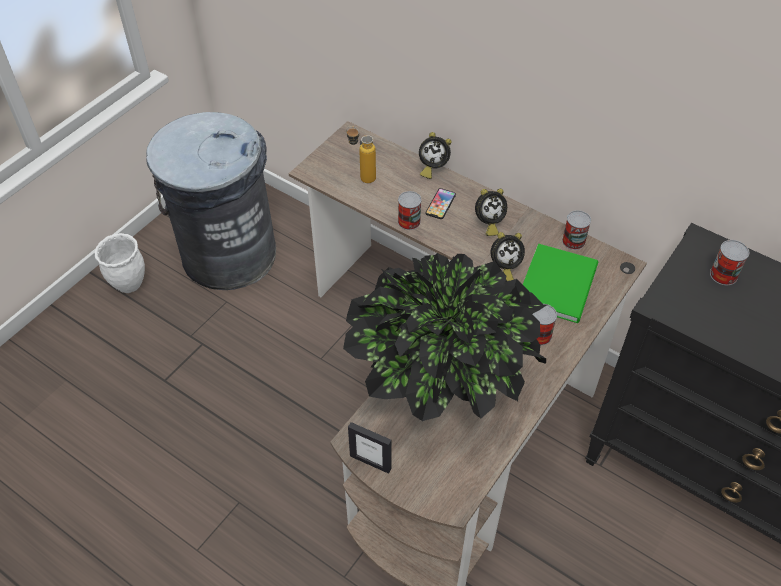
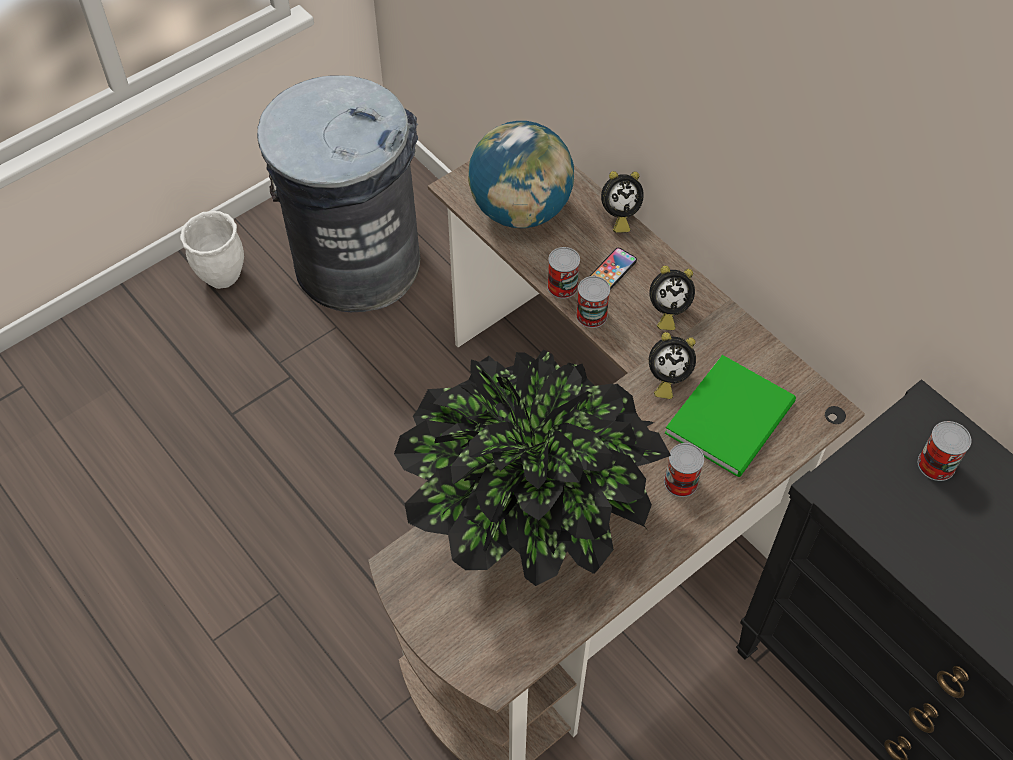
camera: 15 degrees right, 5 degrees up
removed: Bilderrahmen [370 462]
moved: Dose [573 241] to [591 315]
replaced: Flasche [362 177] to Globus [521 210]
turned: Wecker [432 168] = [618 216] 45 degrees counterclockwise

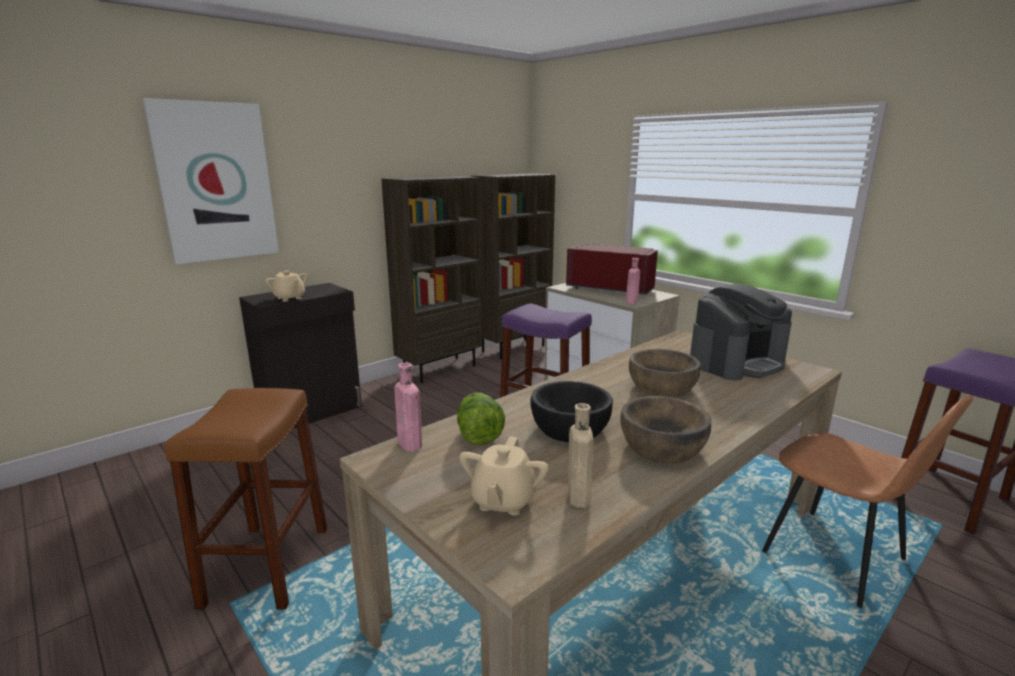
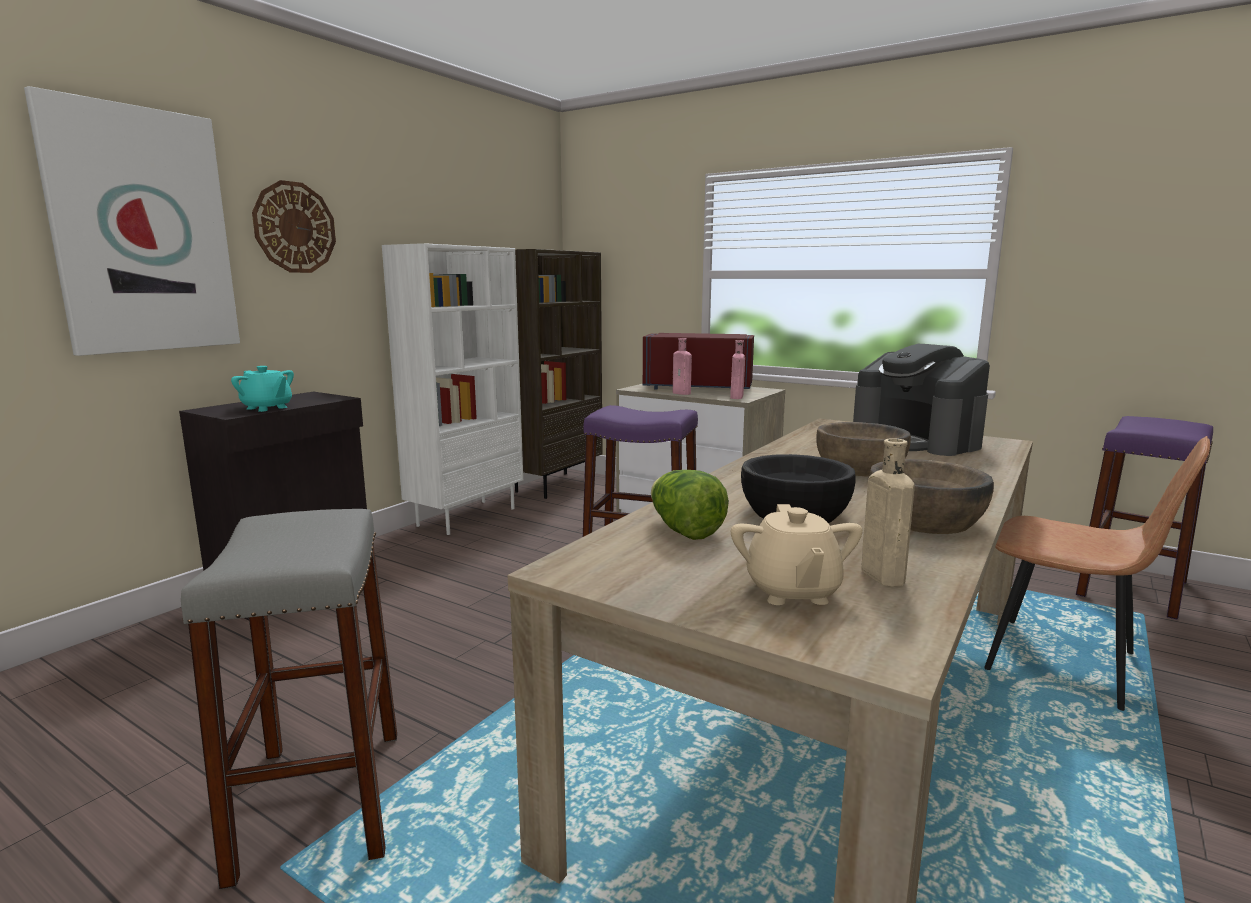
camera: 15 degrees left, 5 degrees down
added: Wanduhr [294 227]
moved: Flasche (rosa) [411 445] to [682 393]
recoloured: Hocker (braun) [267 565] to Hocker (grau) [321 800]; Teekanne (beige) [289 298] to Teekanne (türkis) [267 408]; Bücherregal (braun) [440 369] to Bücherregal (weiß) [466 516]
turned: Kaffeemaschine [736 362] = [916 441] 105 degrees clockwise

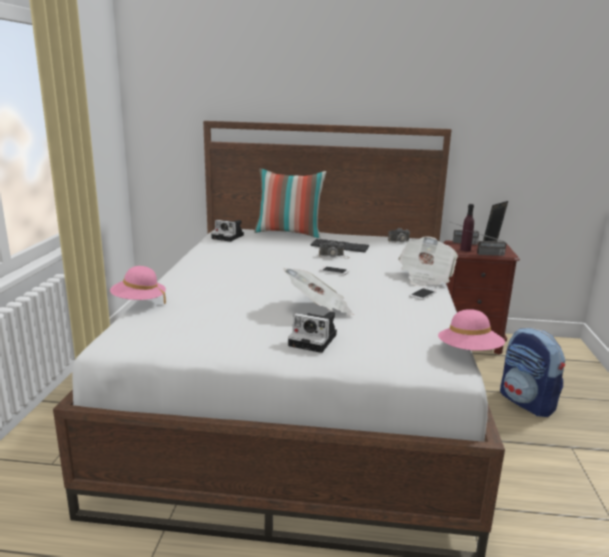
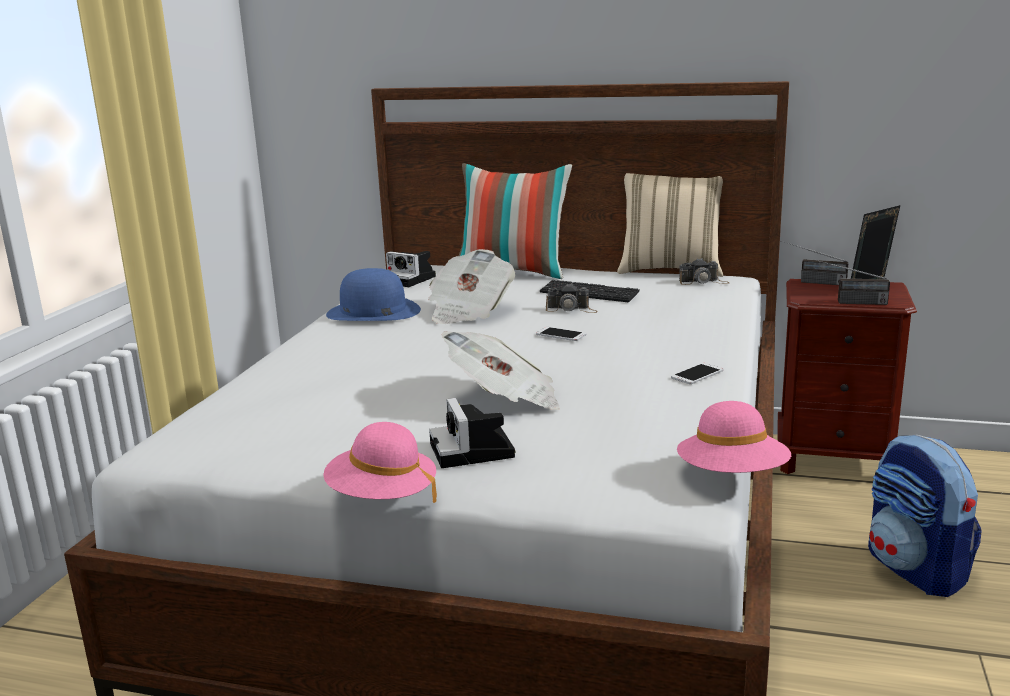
camera: 10 degrees right, 0 degrees up
removed: Flasche (lila) [465 249]
added: Hut (blau) [373 312]; Kissen (beige) [670 270]
moved: Hut (rosa) [139 302] to [382 497]; Zeitung [425 277] to [468 311]
turned: Kamera [315 340] = [474 452] 45 degrees clockwise

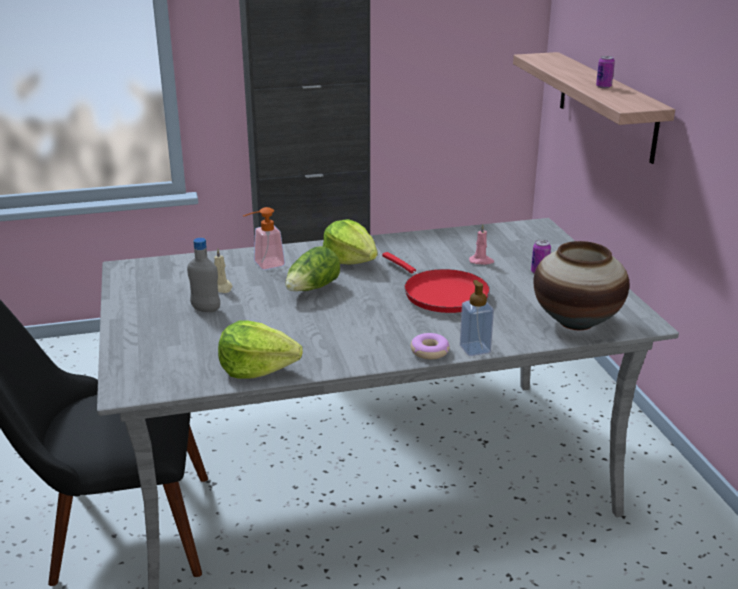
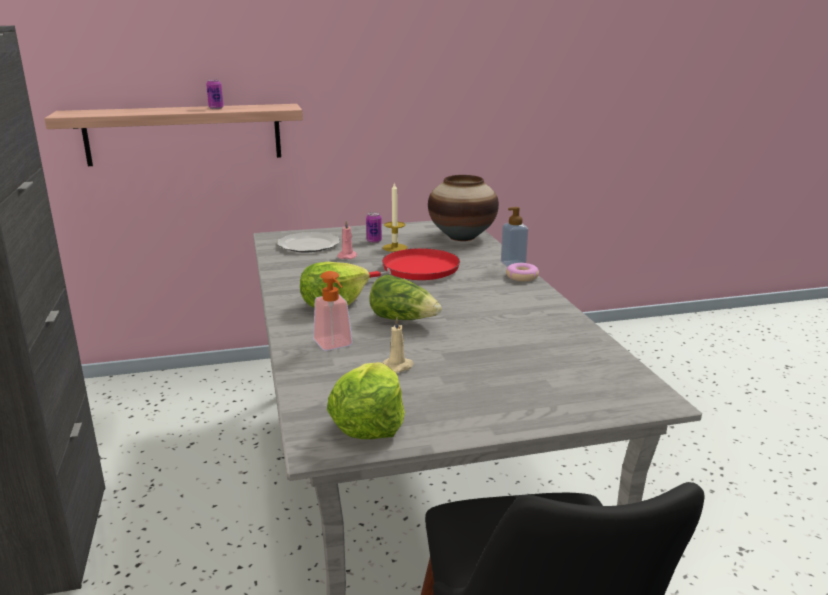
camera: 90 degrees left, 5 degrees down
removed: Flasche (grau) [205 309]
added: Teller [307 245]; Kerze [395 248]
moved: Salatkopf [257 369] to [369 424]

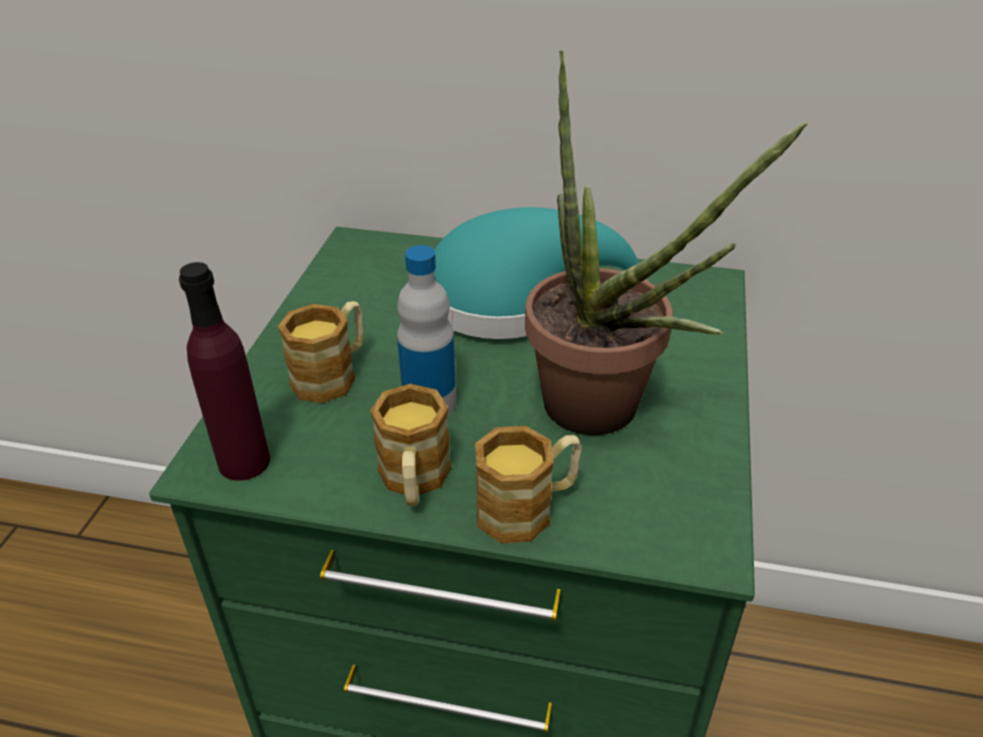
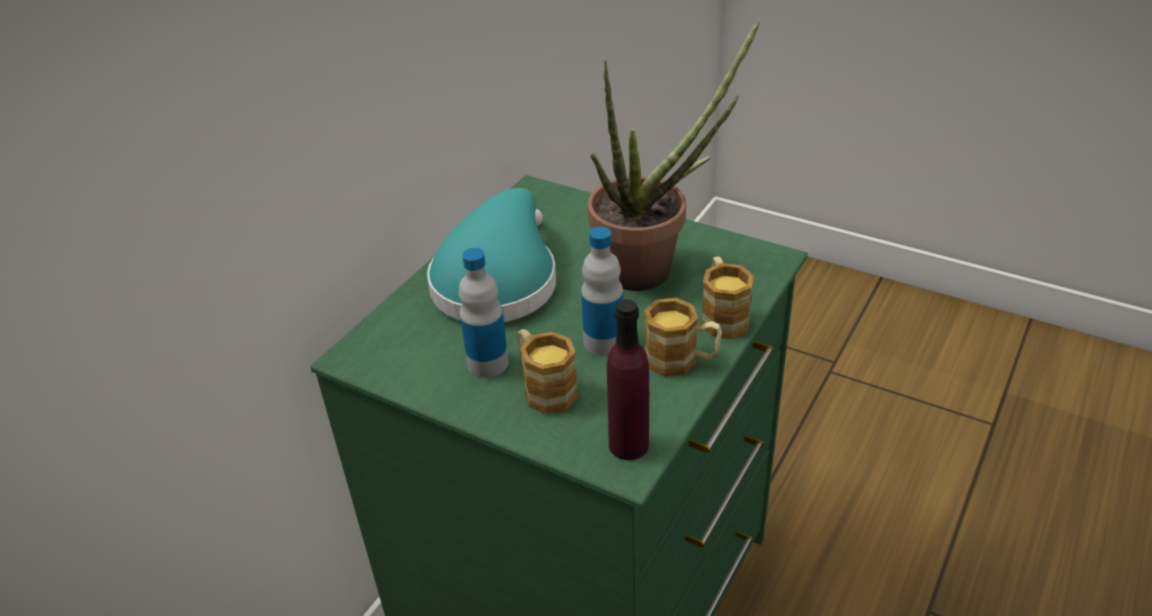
camera: 70 degrees left, 0 degrees up
added: Flasche [488 363]

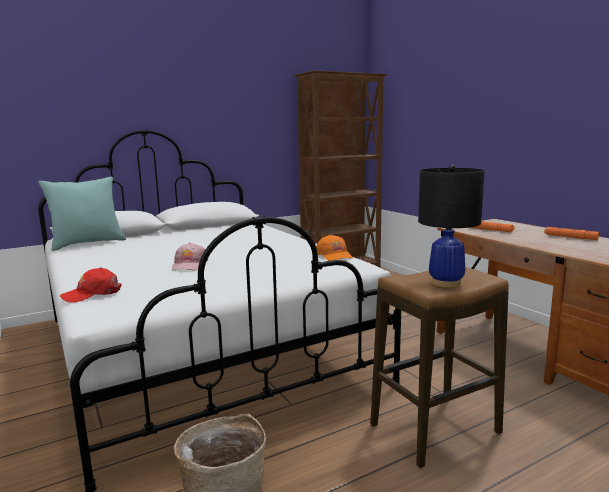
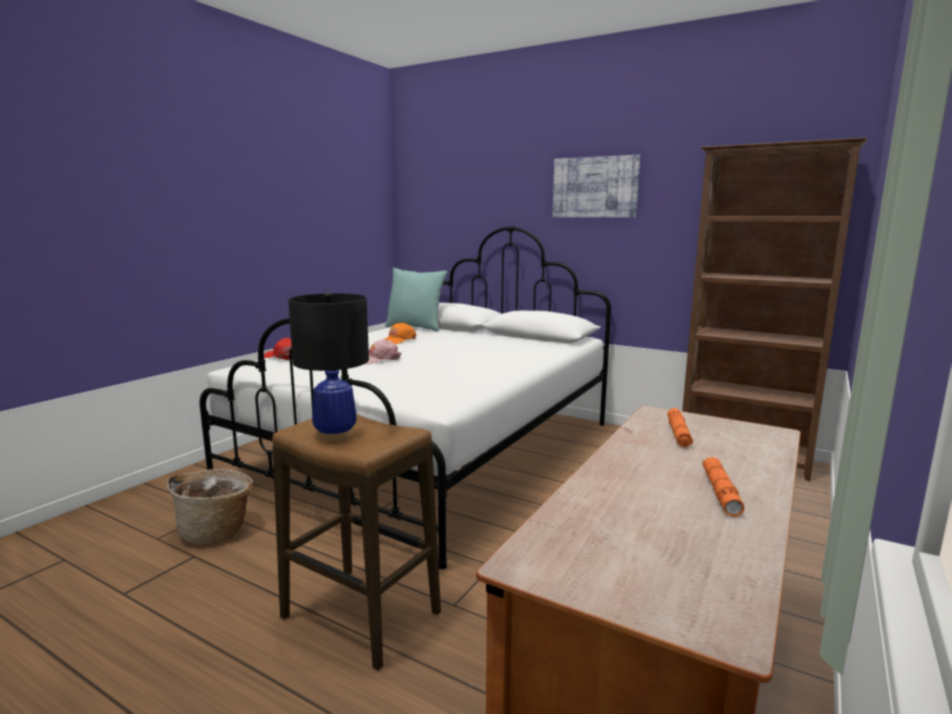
camera: 60 degrees right, 0 degrees up
added: Bild [595 187]
moved: Kappe (orange) [334 255] to [398 340]

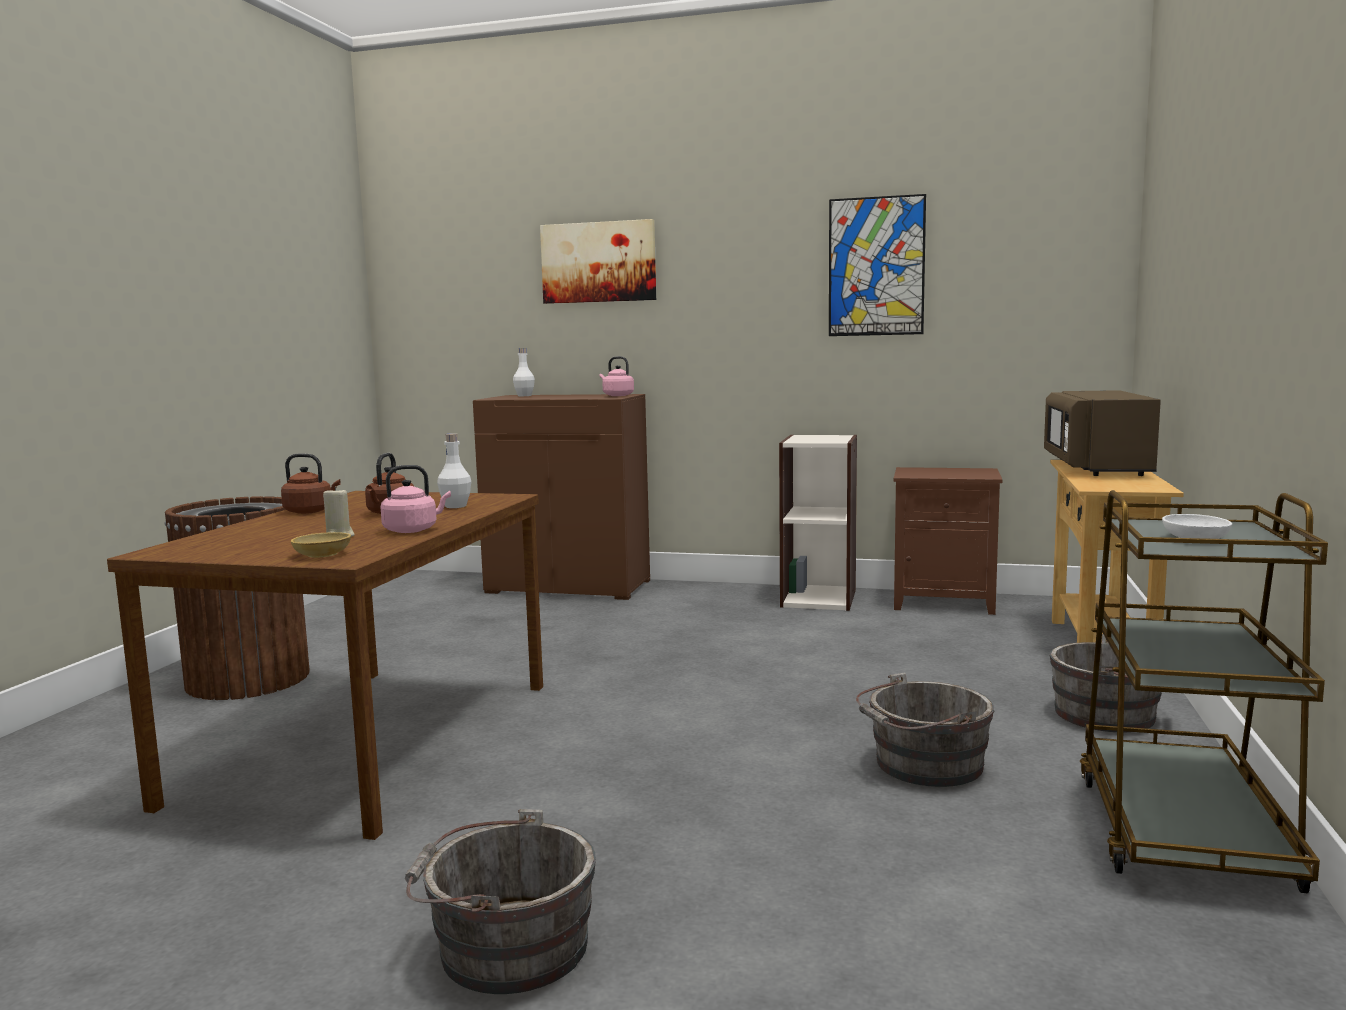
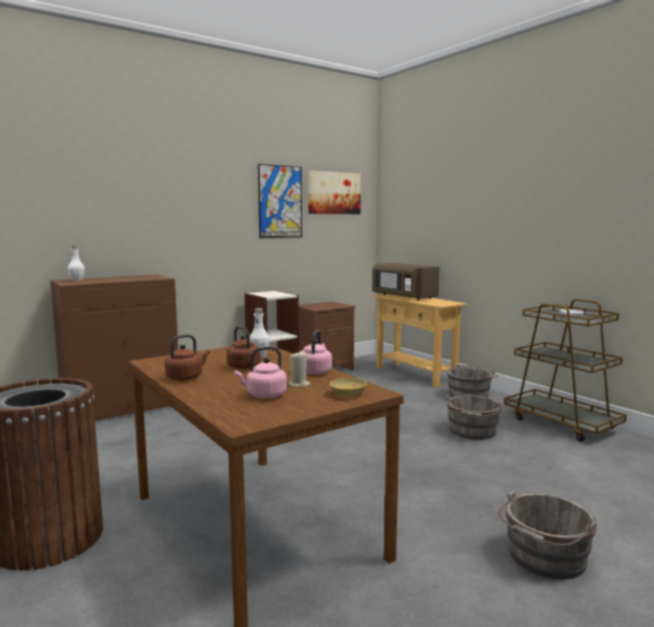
camera: 50 degrees left, 0 degrees up
moved: Bild [599 262] to [334 193]; Wasserkessel (rosa) [617 395] to [264 395]

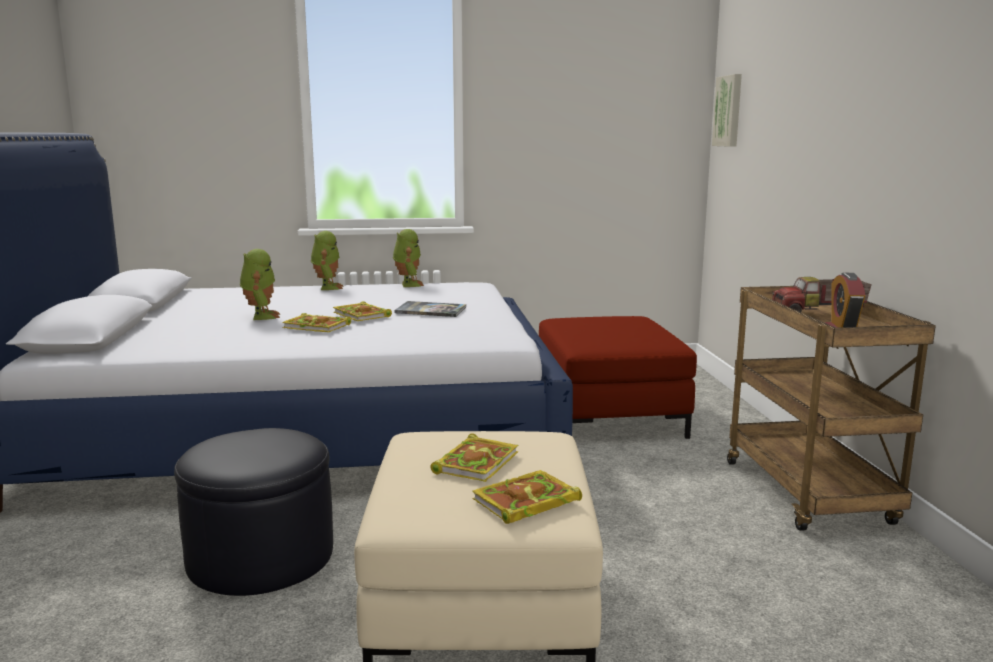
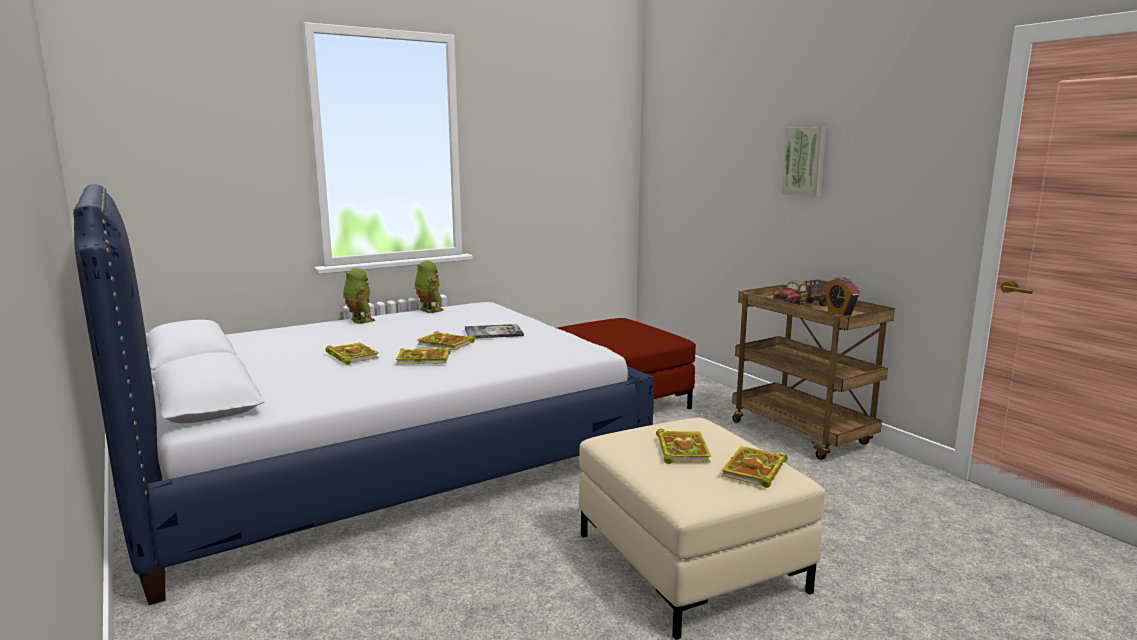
camera: 25 degrees left, 0 degrees up
removed: Polsterhocker (schwarz) [261 557]
moved: Bild [729 111] to [805 161]
replaced: Spielzeugroboter [261 316] to Buch [351 356]

